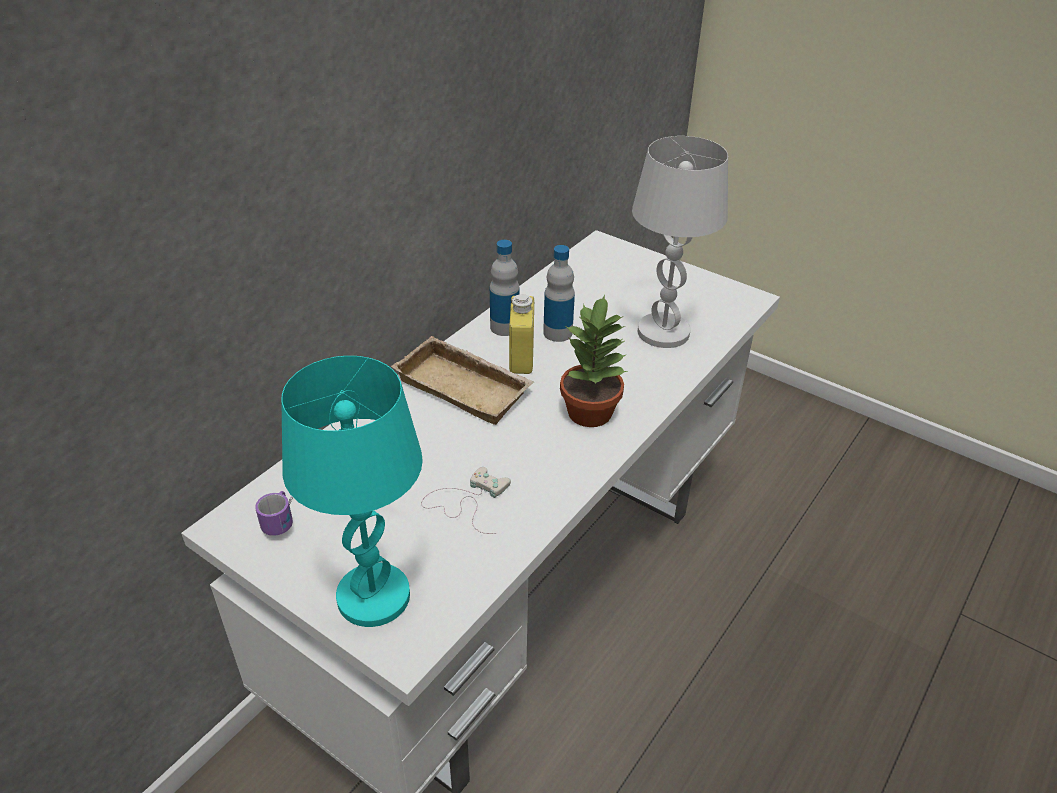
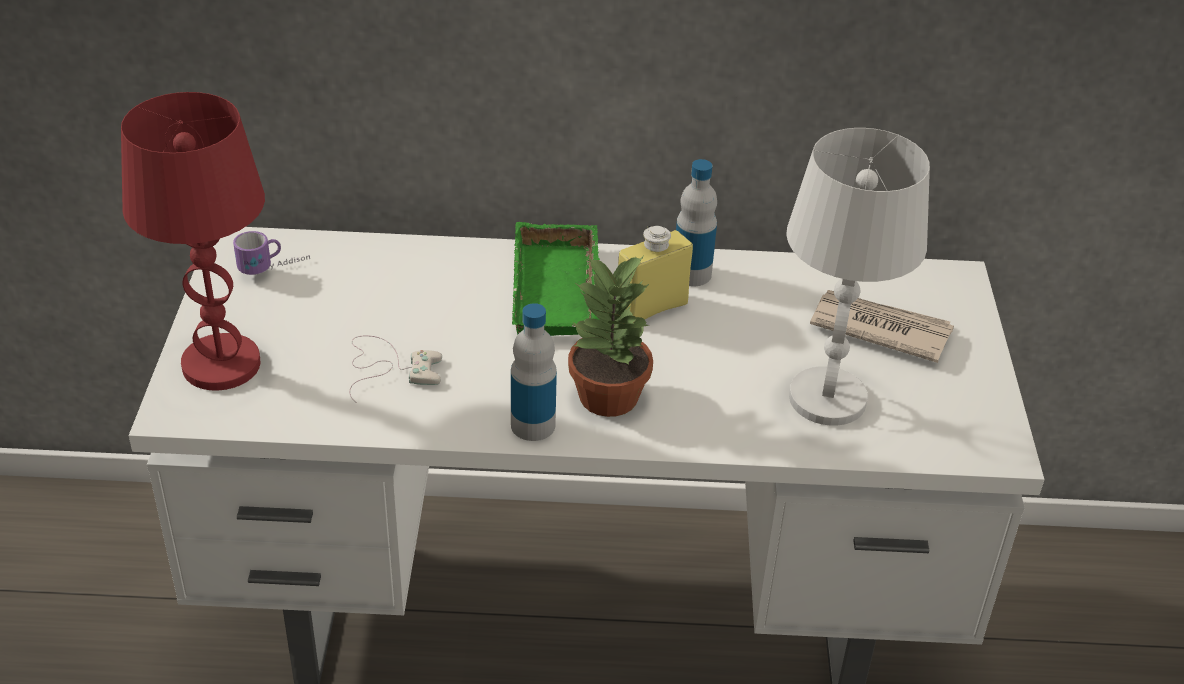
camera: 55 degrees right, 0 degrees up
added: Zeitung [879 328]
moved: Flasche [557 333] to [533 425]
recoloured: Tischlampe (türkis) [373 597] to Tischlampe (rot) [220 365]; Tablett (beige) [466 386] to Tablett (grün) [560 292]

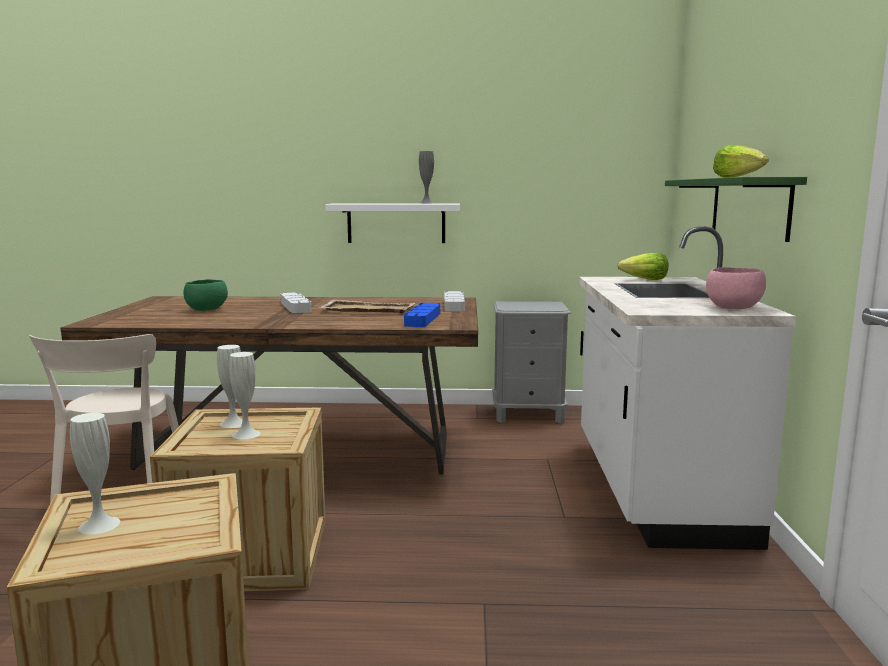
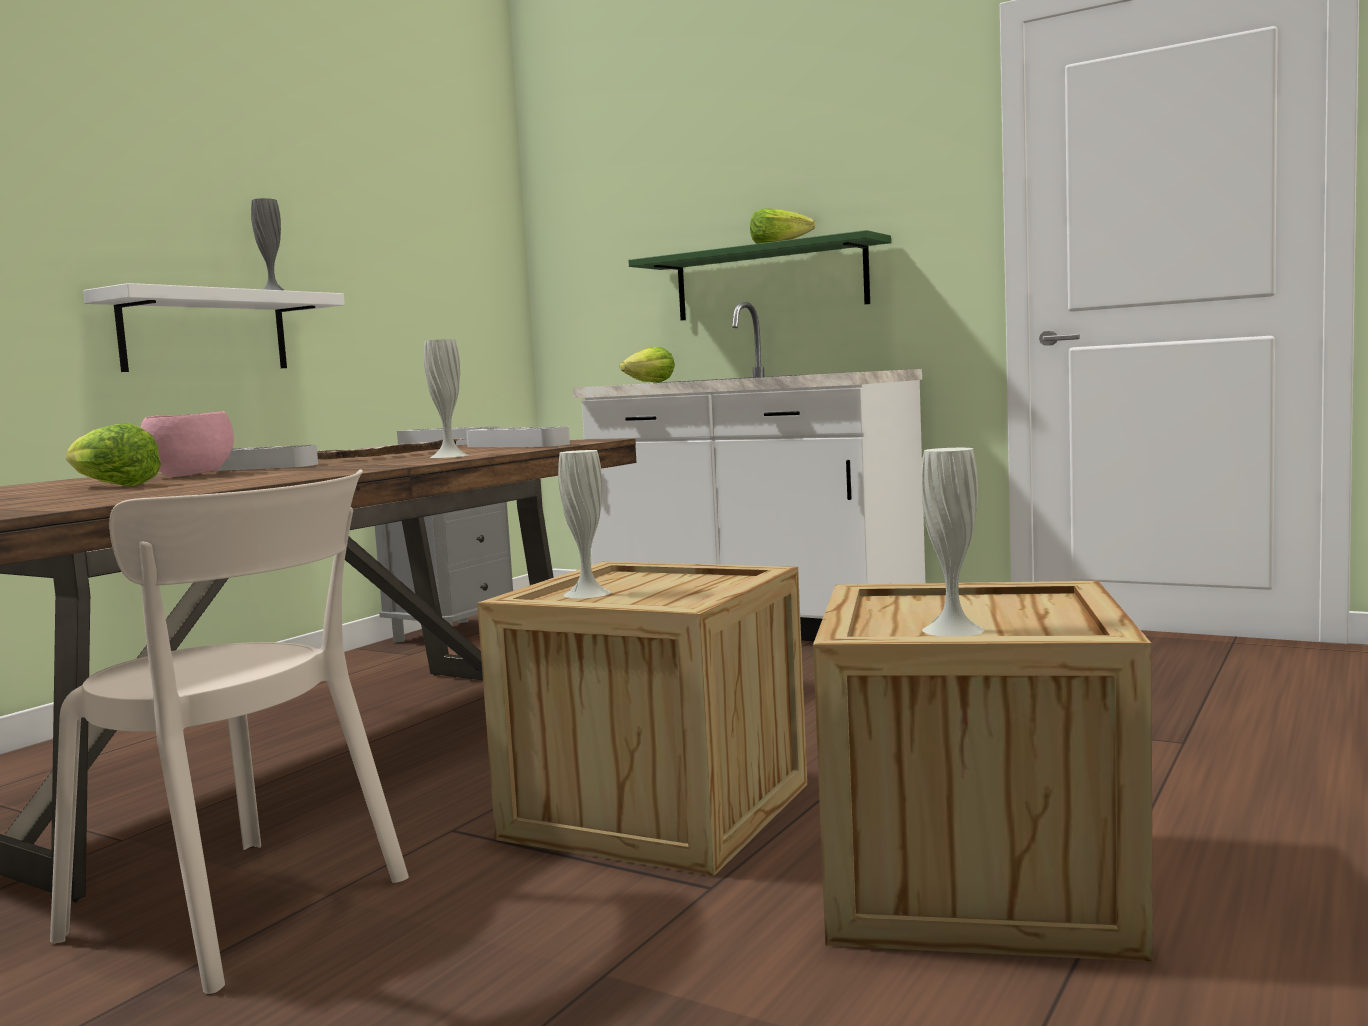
camera: 60 degrees left, 5 degrees down
moved: Vase (weiß) [246 434] to [449 456]; Schüssel (rosa) [733 308] to [191 475]
replaced: Schüssel (grün) [206 310] to Salatkopf [112 486]
recoloured: Tablett (blau) [423 319] to Tablett (grau) [517 445]

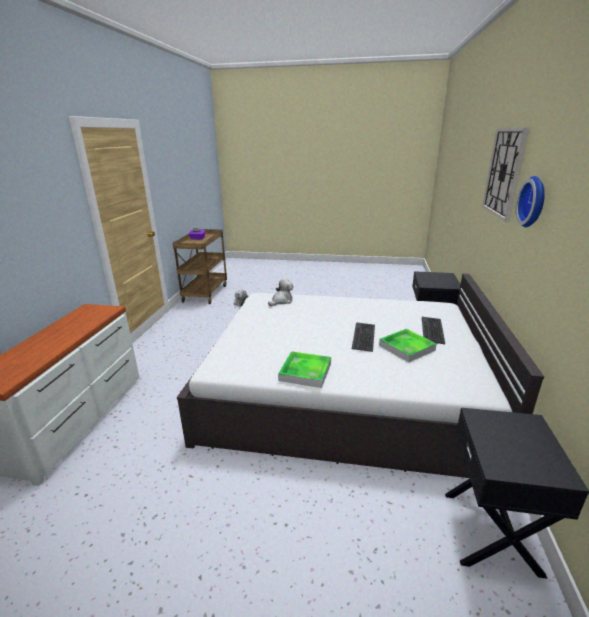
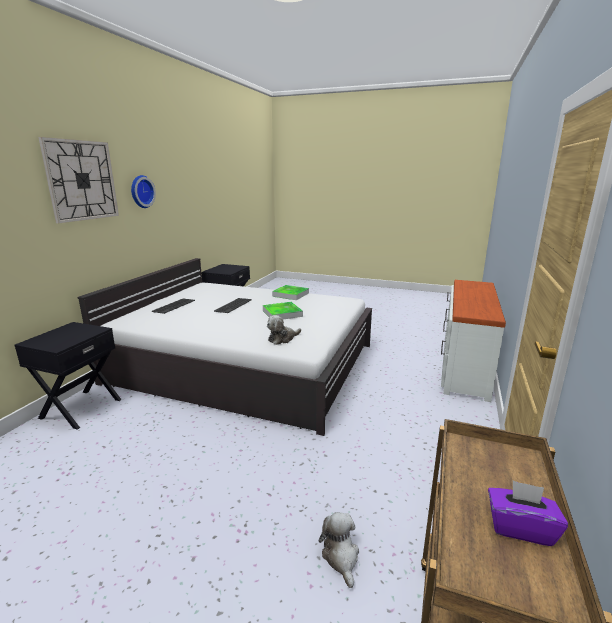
camera: 170 degrees left, 5 degrees down
moved: Tablett [406 347] to [282 313]

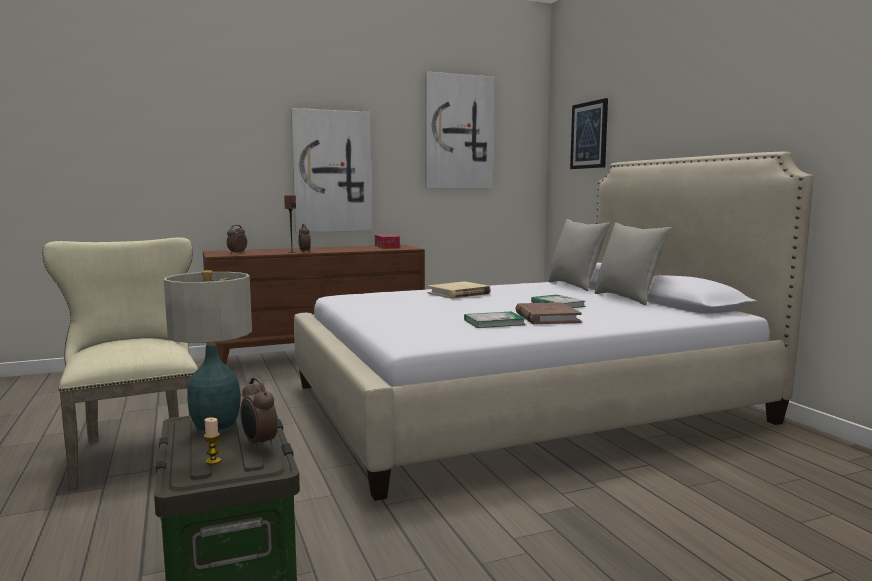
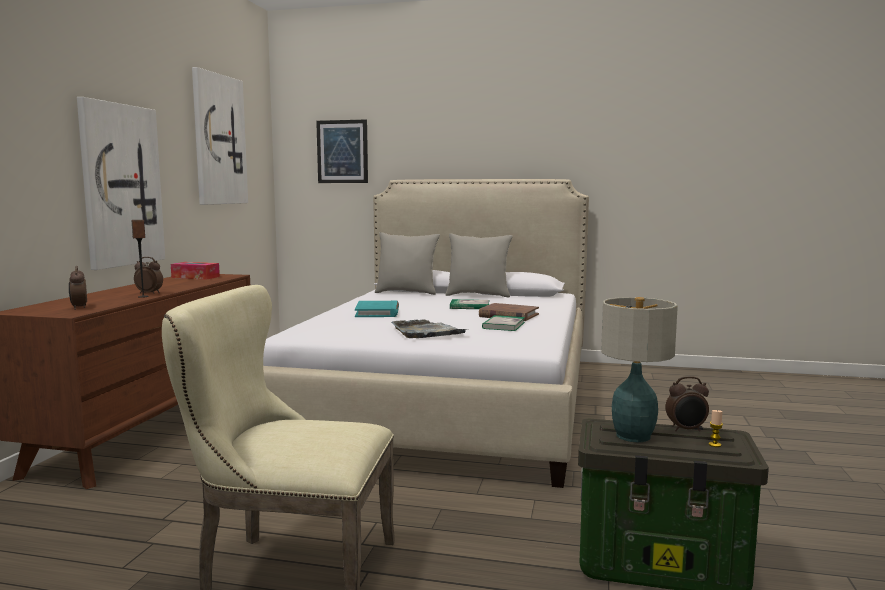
camera: 55 degrees left, 0 degrees up
added: Tablett (grau) [426 332]
recoloured: Buch (beige) [459 293] to Buch (türkis) [377 312]

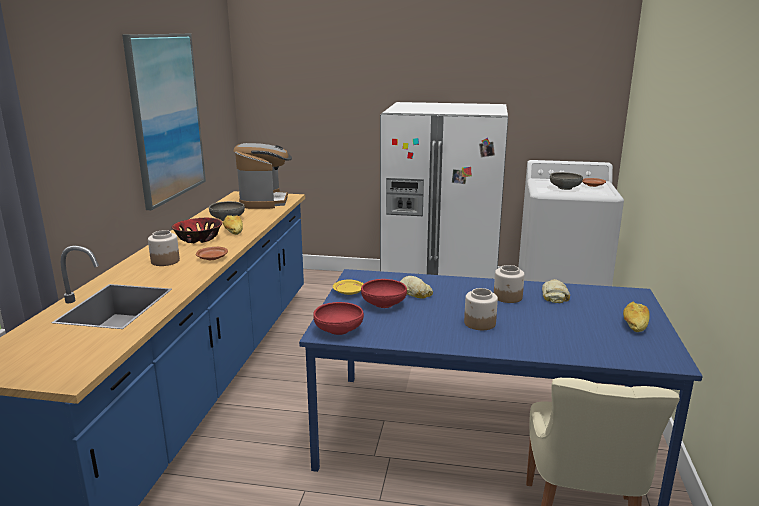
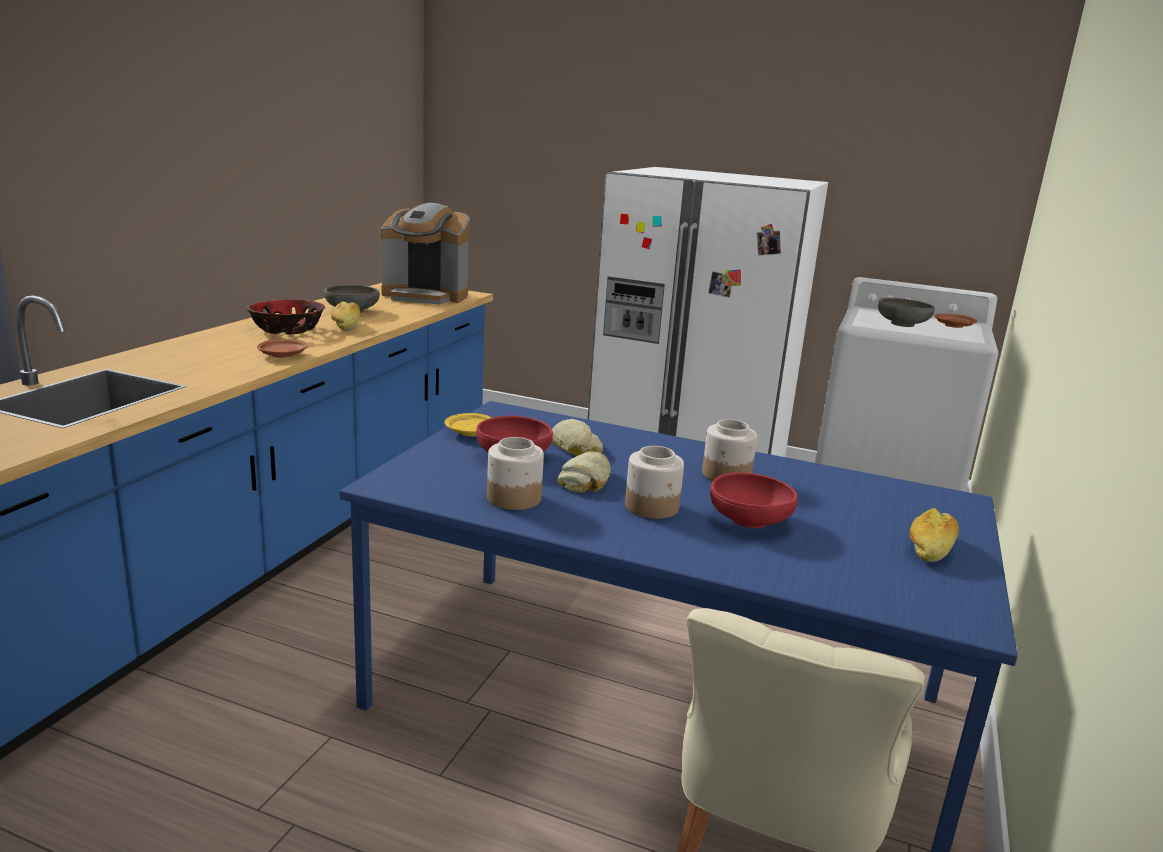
camera: 10 degrees right, 0 degrees up
removed: Bild [166 117]
moved: Vorratsglas [165 261] to [513 498]; Schüssel (rot) [338 330] to [749 520]; Brot [555 295] to [586 480]
turned: Kaffeemaschine [264 201] = [426 296] 90 degrees clockwise

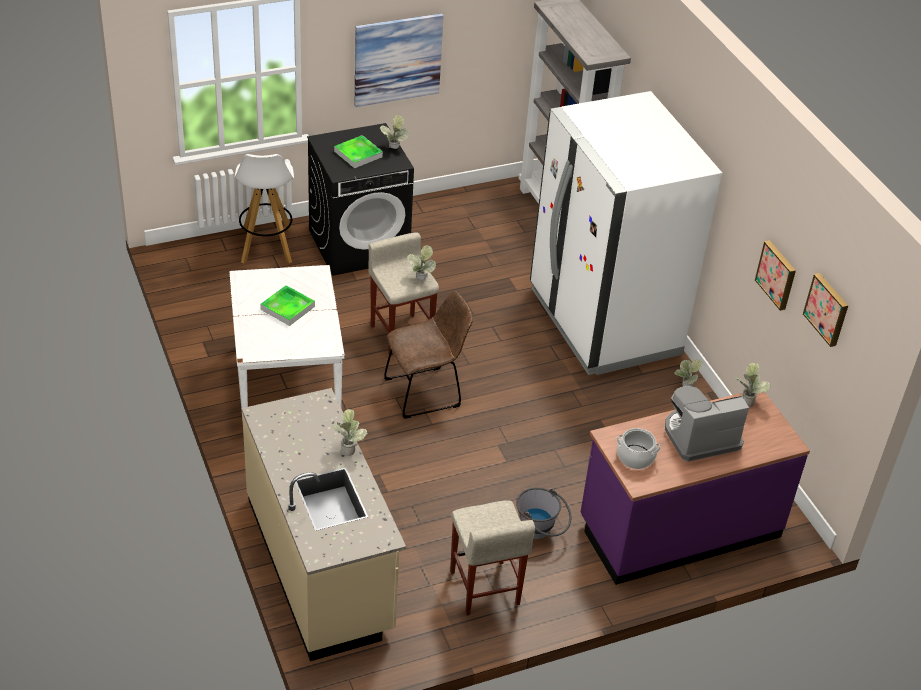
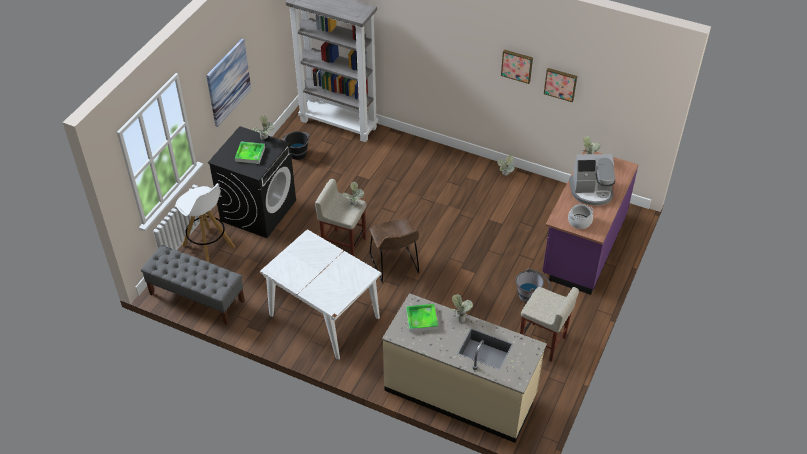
camera: 40 degrees left, 5 degrees up
removed: Kühlschrank (weiß) [603 322]
added: Bank (grau) [196 297]; Eimer (schwarz) [297 152]
moved: Tablett [287 308] to [421 319]; Bild [827 309] to [517 65]
turned: Stuhl (braun) [426 392] = [395 266] 135 degrees clockwise; Kaffeemaschine [699 437] = [591 191] 120 degrees counterclockwise

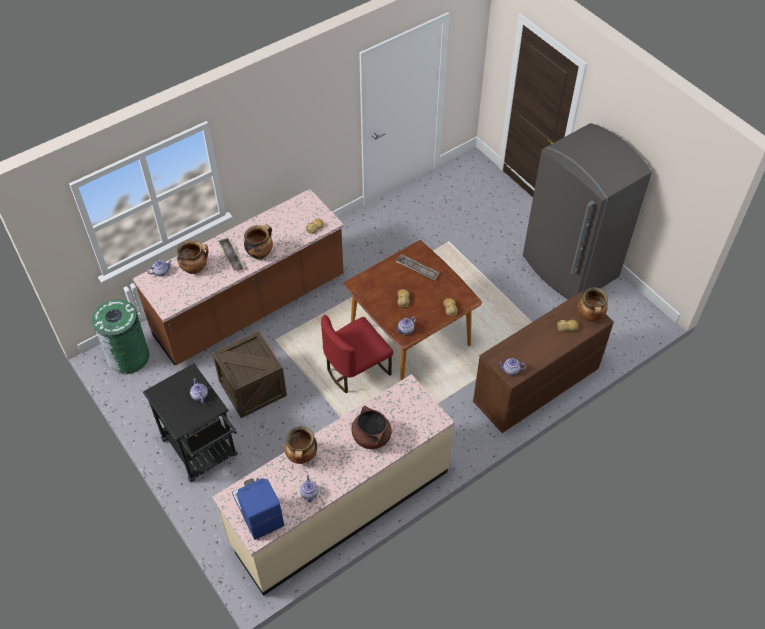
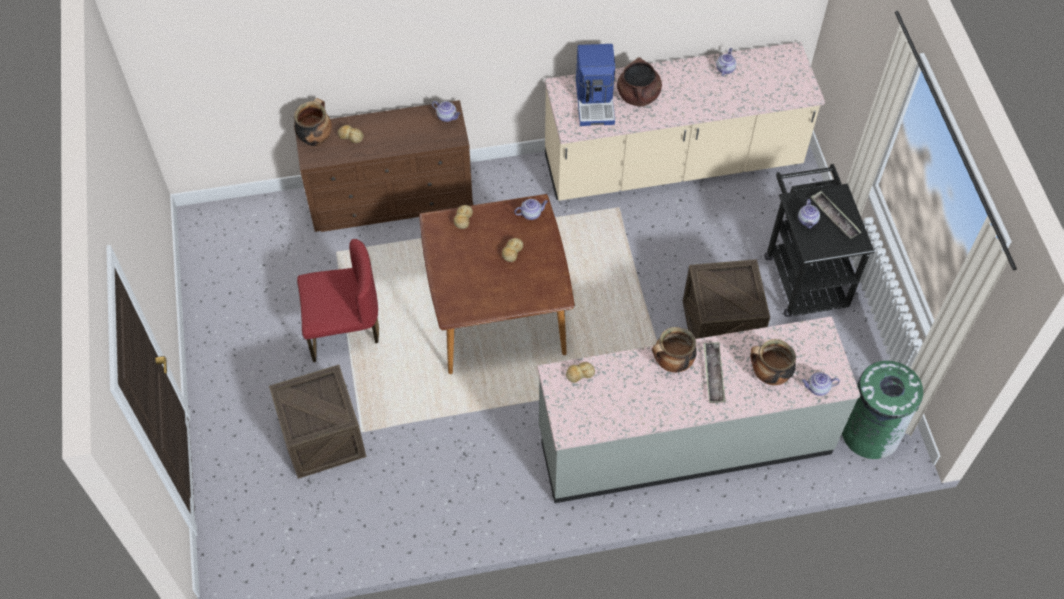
camera: 155 degrees left, 5 degrees up
removed: Kochtopf [302 456]; Kühlschrank (grau) [569 268]
added: Kiste [323 437]
moved: Kaffeemaschine [257 511] to [595 101]; Stuhl (rot) [356 370] to [343 329]; Tablett [417 269] to [834 217]
recoloured: Küchenzeile (braun) [250 307] to Küchenzeile (grau) [684 441]

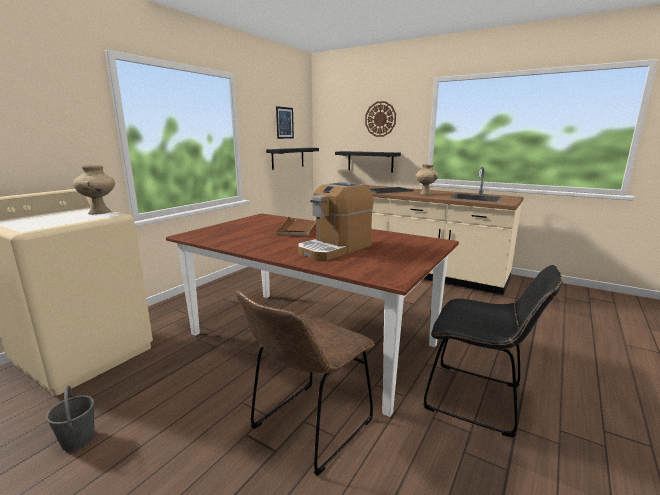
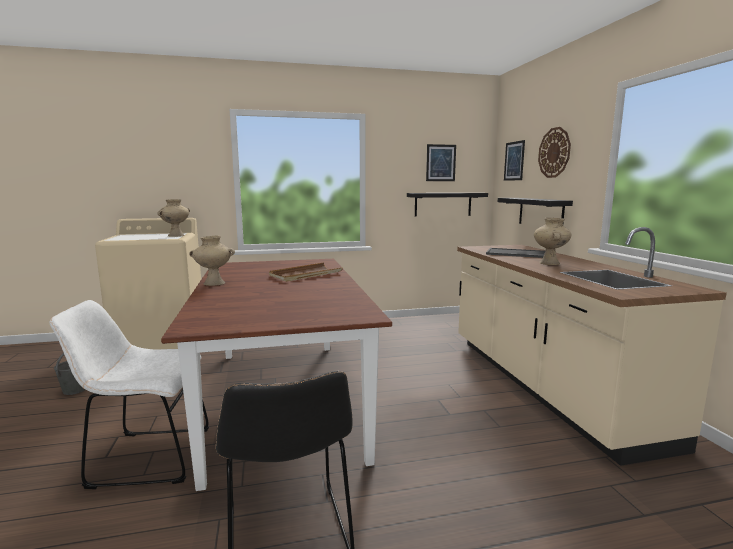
camera: 45 degrees right, 5 degrees down
removed: Kaffeemaschine [335 248]
added: Vase (beige) [213 283]; Bild [514 161]
recoloured: Stuhl (braun) [308 428] to Stuhl (weiß) [145 457]

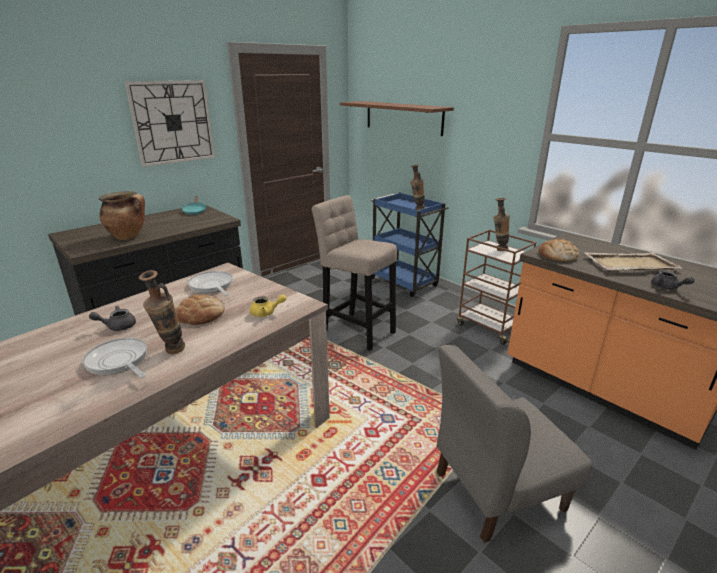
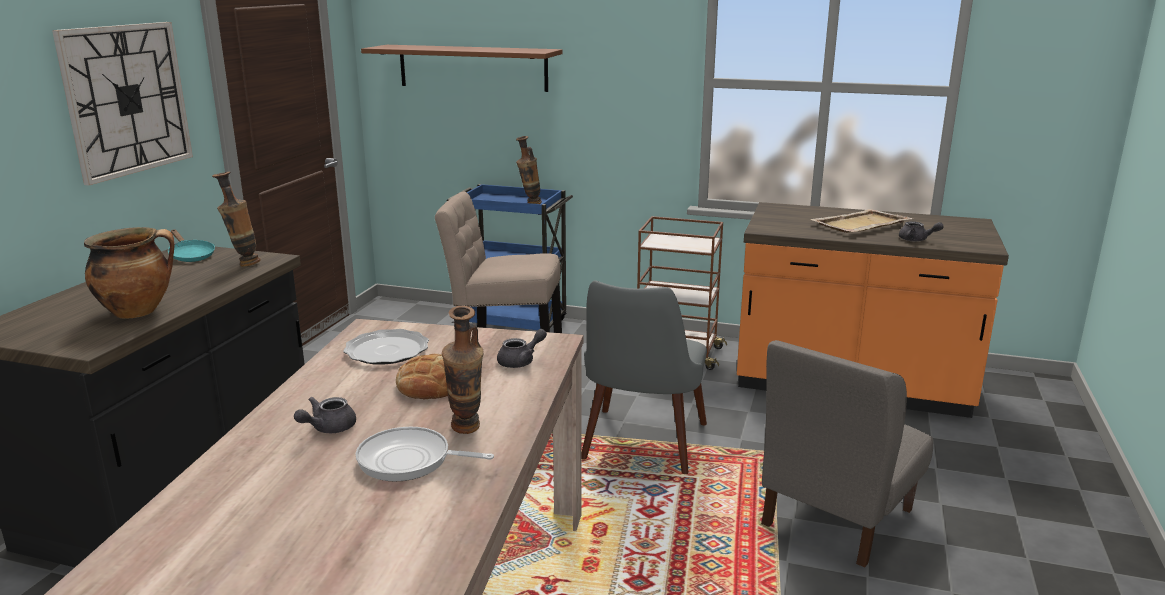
camera: 30 degrees left, 5 degrees down
removed: Brot [557 255]
added: Stuhl (grau) [640 450]
moved: Vase [498 249] to [243 264]
replaced: Pfanne [212 286] to Teller [387 351]
recoloured: Teekanne (gelb) [266 313] to Teekanne (grau) [521 361]

